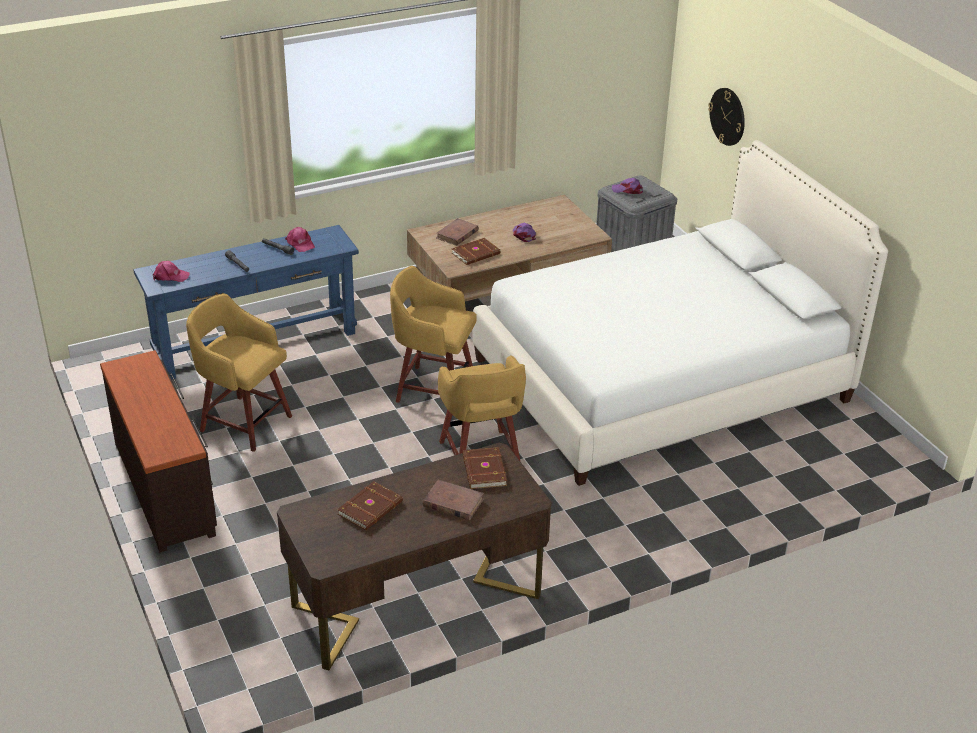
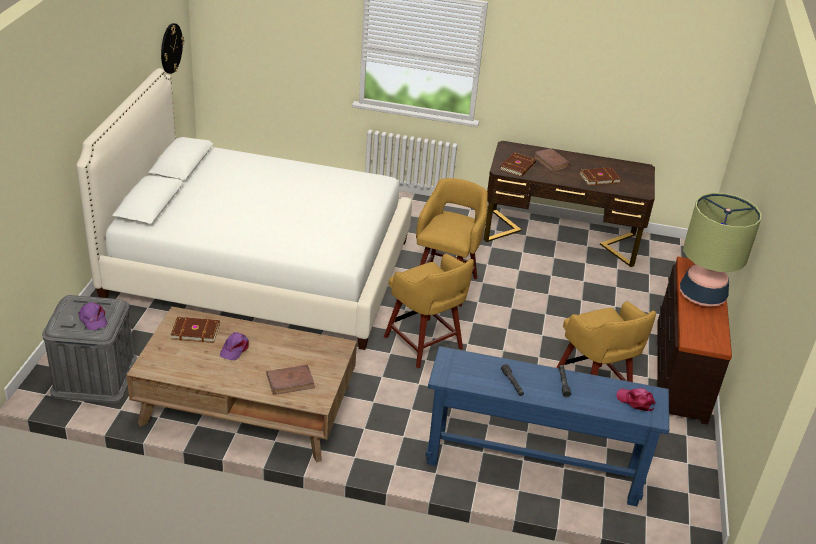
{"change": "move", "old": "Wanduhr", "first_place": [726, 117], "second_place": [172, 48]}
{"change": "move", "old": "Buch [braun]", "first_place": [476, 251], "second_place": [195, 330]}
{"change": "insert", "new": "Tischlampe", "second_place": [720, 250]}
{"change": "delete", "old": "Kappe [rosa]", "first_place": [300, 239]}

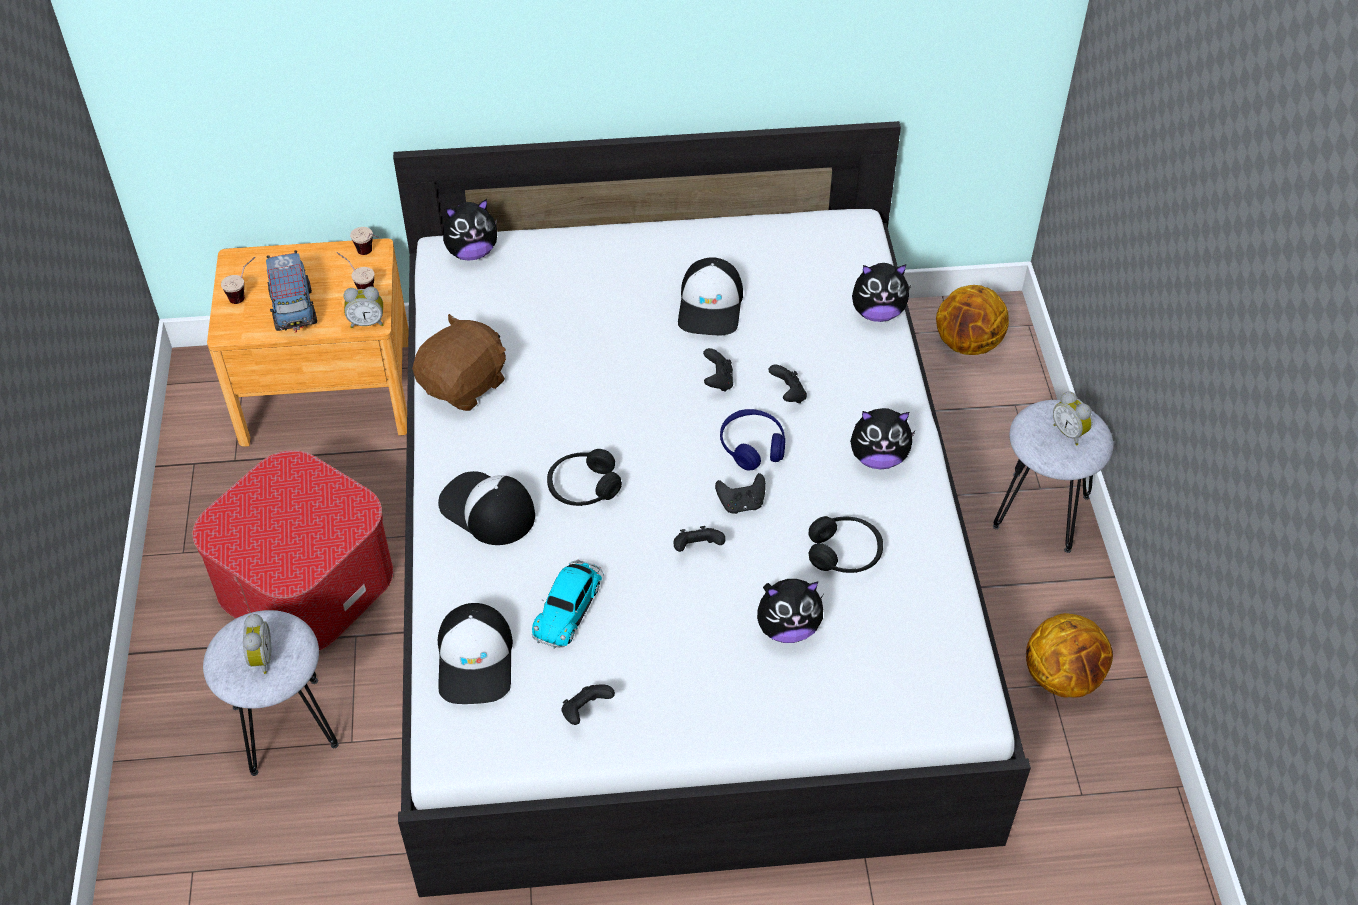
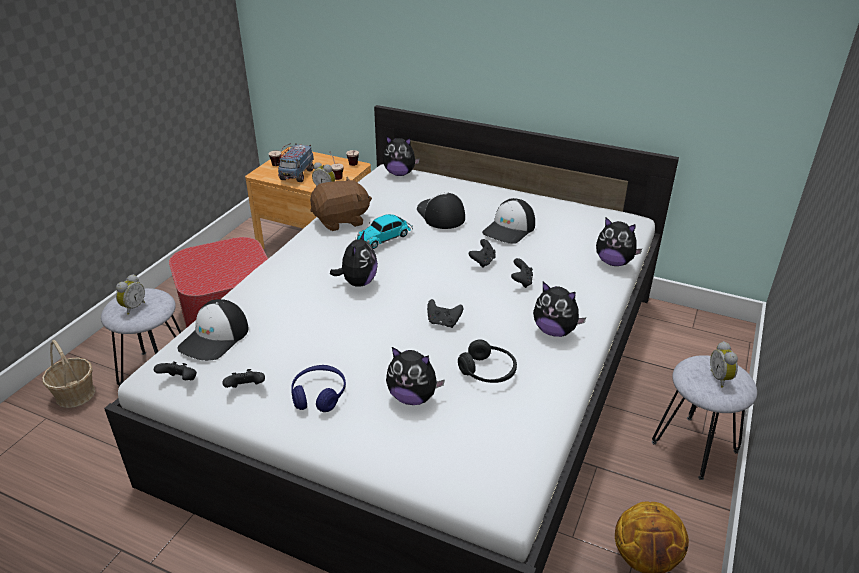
{"change": "insert", "new": "Korb", "second_place": [68, 374]}
{"change": "move", "old": "Gamepad [schwarz]", "first_place": [699, 539], "second_place": [175, 370]}
{"change": "move", "old": "Kopfhörer [blau]", "first_place": [753, 440], "second_place": [318, 388]}
{"change": "replace", "old": "Kopfhörer [schwarz]", "new": "Plüschtier", "first_place": [584, 477], "second_place": [354, 258]}
{"change": "move", "old": "Spielzeugauto", "first_place": [568, 604], "second_place": [384, 231]}
{"change": "move", "old": "Kappe", "first_place": [486, 508], "second_place": [441, 210]}
{"change": "delete", "old": "Basketball", "first_place": [972, 320]}

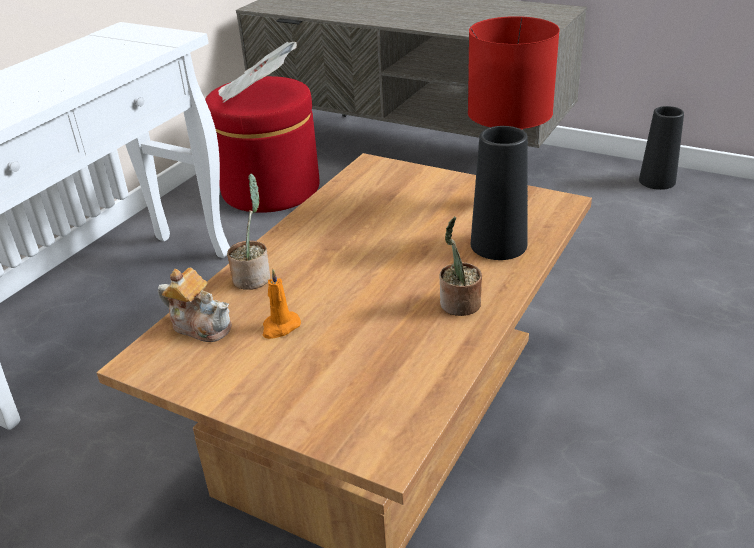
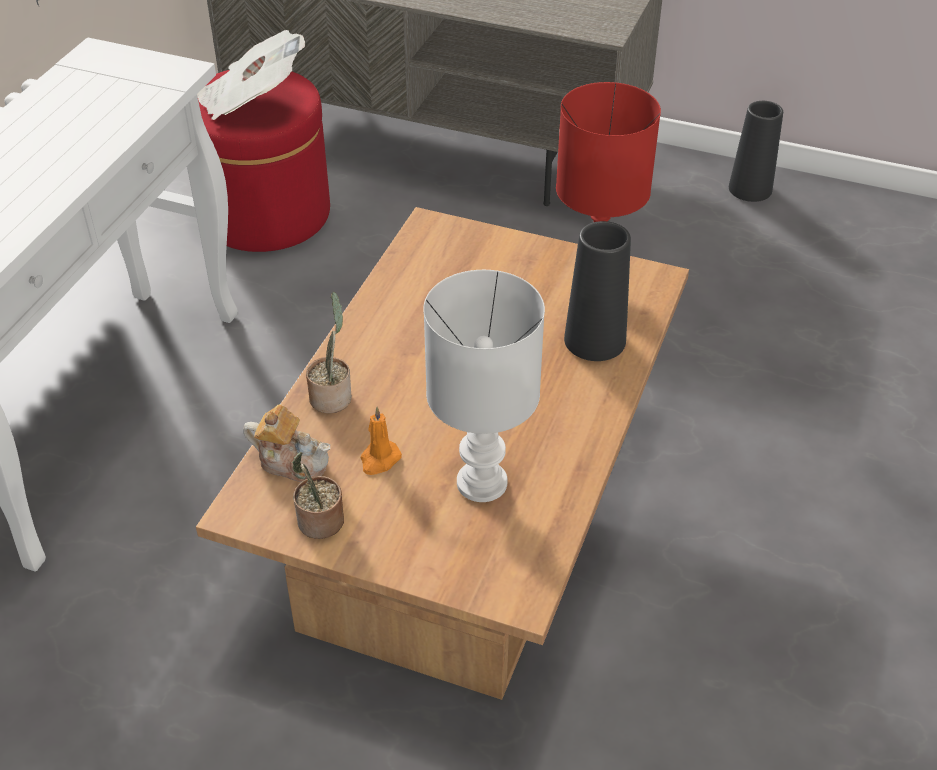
{"change": "move", "old": "Topfpflanze", "first_place": [460, 266], "second_place": [318, 495]}
{"change": "insert", "new": "Tischlampe [weiß]", "second_place": [484, 386]}

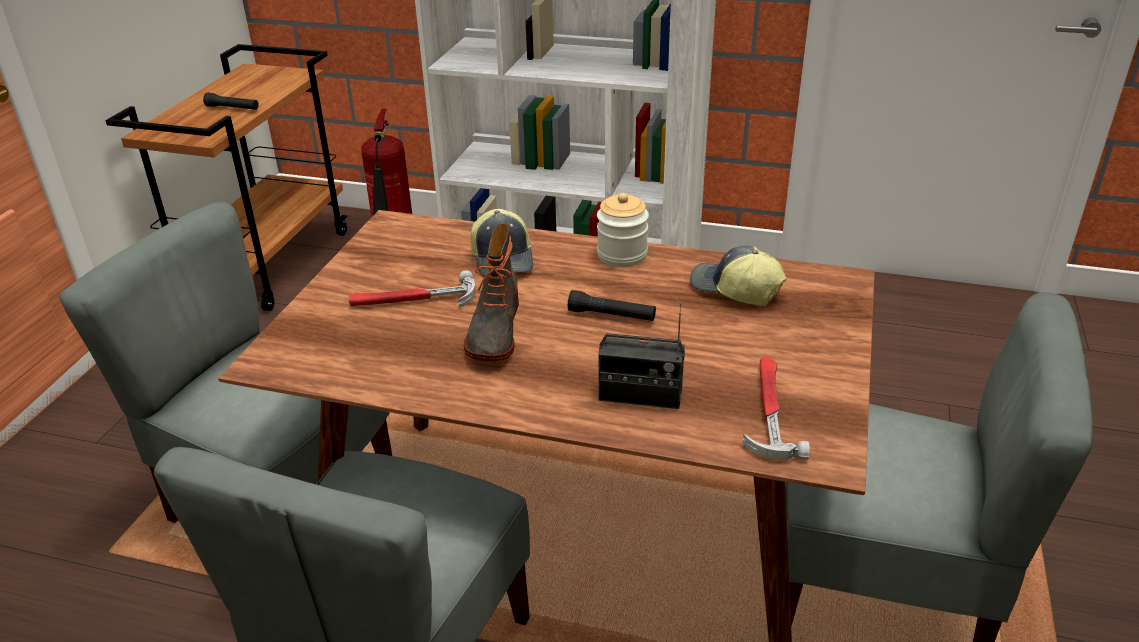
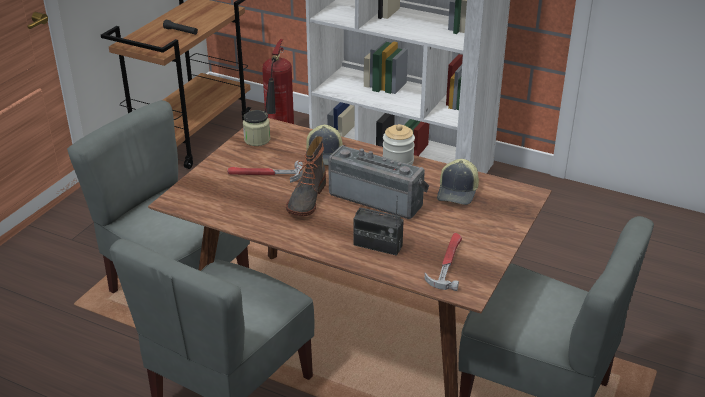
{"change": "insert", "new": "Vorratsglas", "second_place": [256, 128]}
{"change": "replace", "old": "Taschenlampe [schwarz]", "new": "Radio", "first_place": [612, 305], "second_place": [378, 182]}
{"change": "rotate", "old": "Kappe", "first_place": [738, 276], "second_place": [458, 182], "degrees": -120}

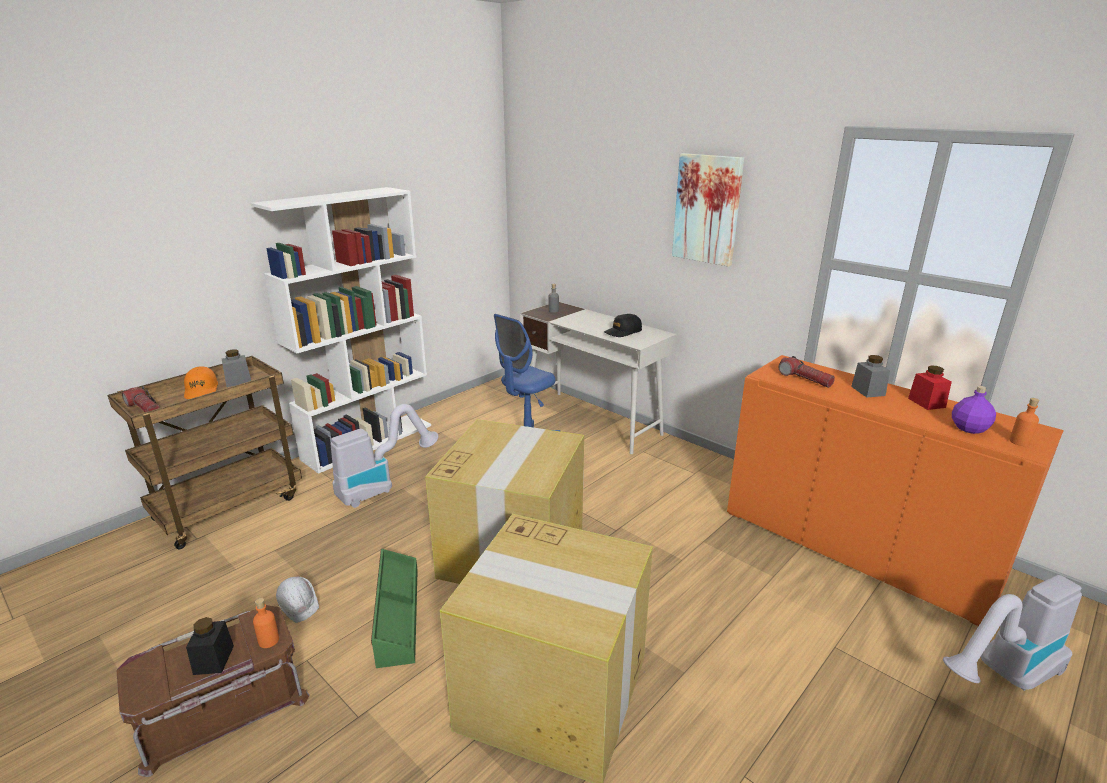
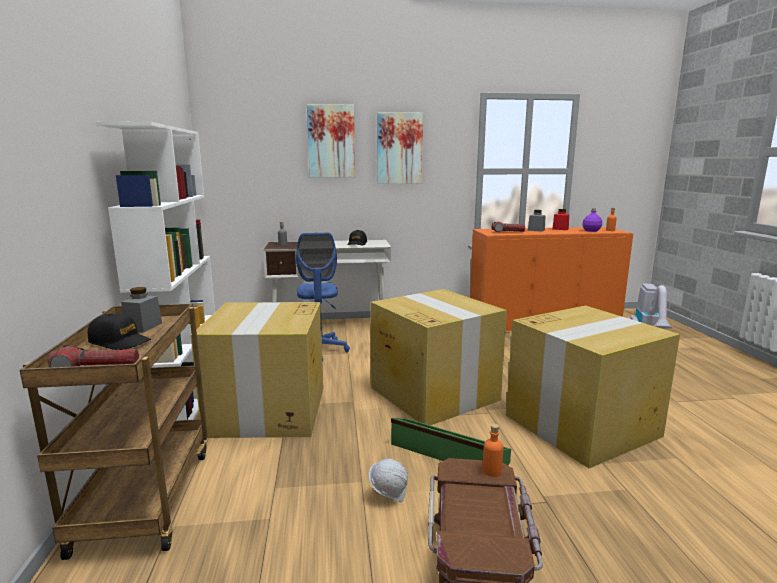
{"change": "recolor", "old": "Kappe [orange]", "new": "Kappe [schwarz]", "first_place": [201, 383], "second_place": [119, 331]}
{"change": "replace", "old": "Staubsauger", "new": "Karton", "first_place": [384, 456], "second_place": [257, 370]}
{"change": "insert", "new": "Bild", "second_place": [331, 140]}
{"change": "delete", "old": "Vorratsglas [schwarz]", "first_place": [210, 646]}

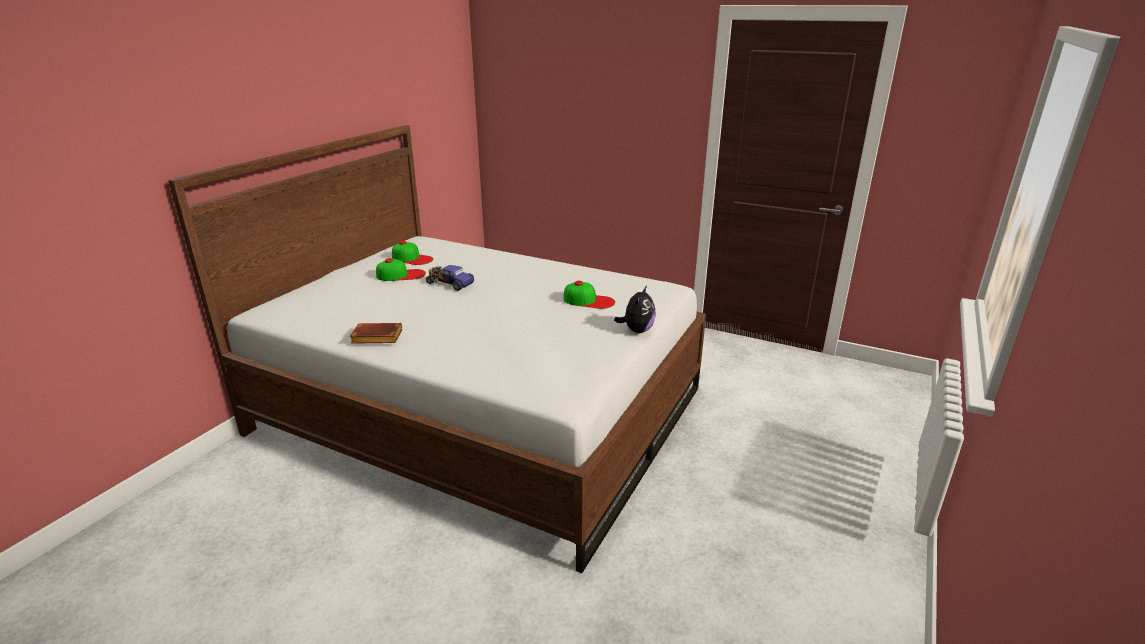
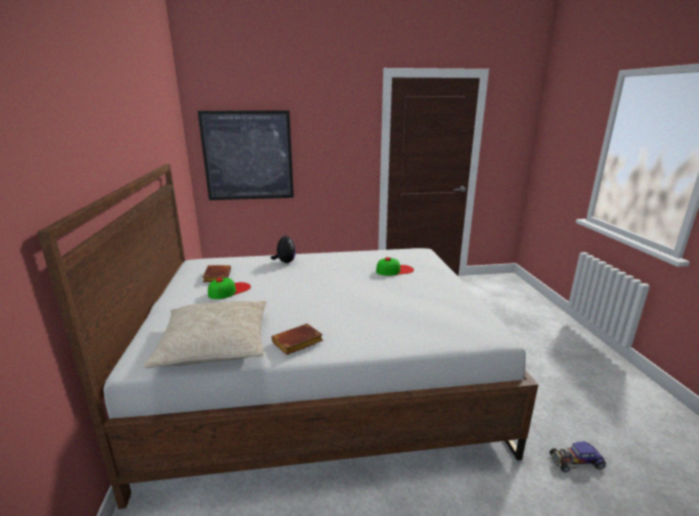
{"change": "insert", "new": "Kissen [beige]", "second_place": [205, 334]}
{"change": "insert", "new": "Bild", "second_place": [246, 155]}
{"change": "replace", "old": "Kappe", "new": "Buch [braun]", "first_place": [412, 253], "second_place": [217, 273]}
{"change": "move", "old": "Plüschtier", "first_place": [635, 309], "second_place": [283, 249]}
{"change": "move", "old": "Spielzeugauto", "first_place": [450, 278], "second_place": [578, 457]}

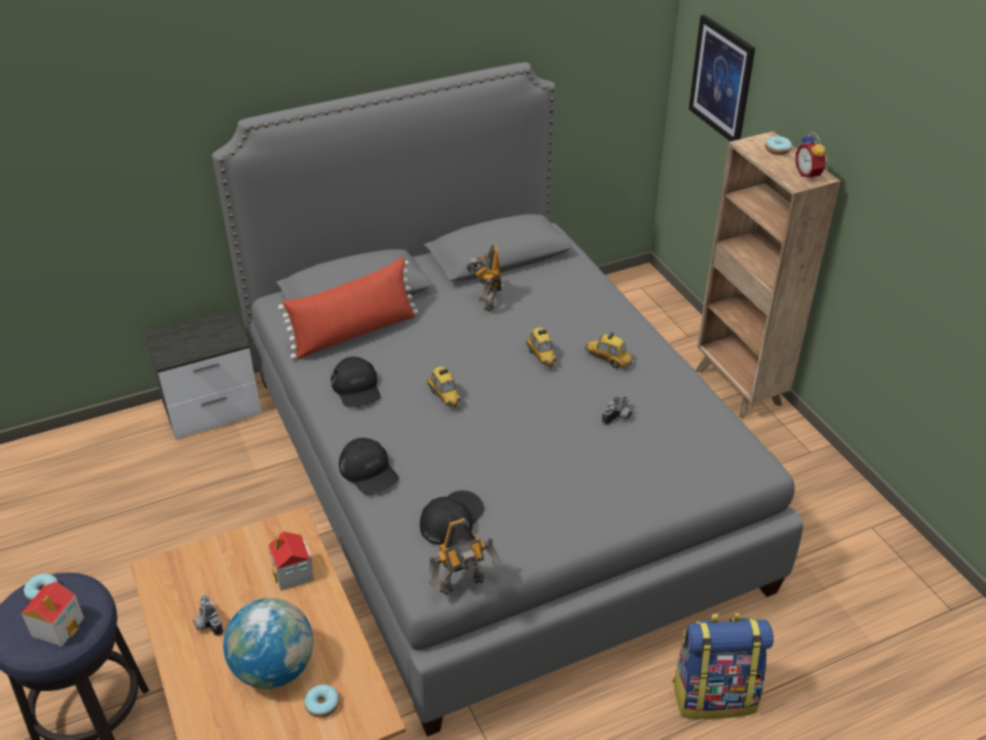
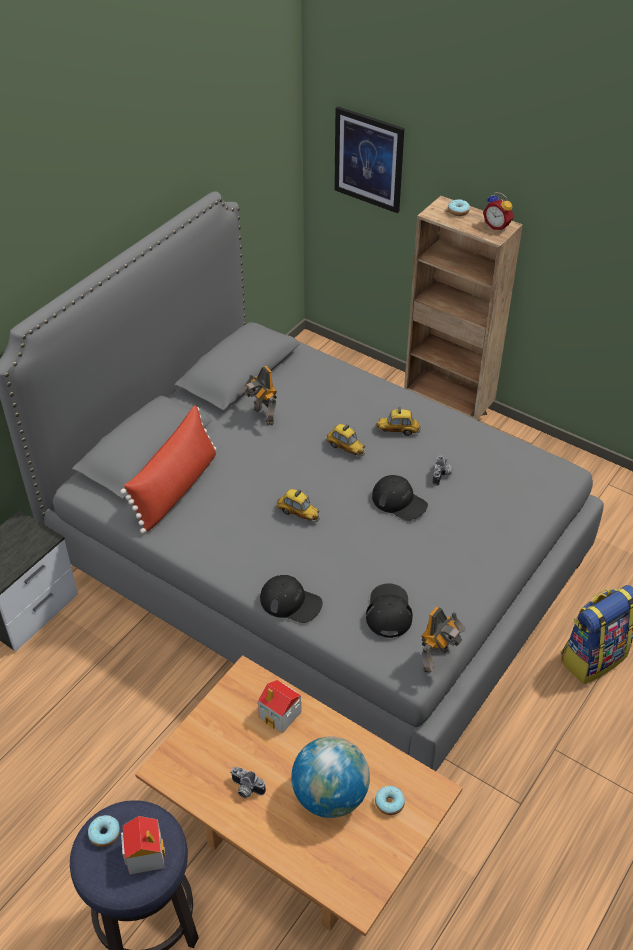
{"change": "move", "old": "Kappe [schwarz]", "first_place": [356, 382], "second_place": [400, 498]}

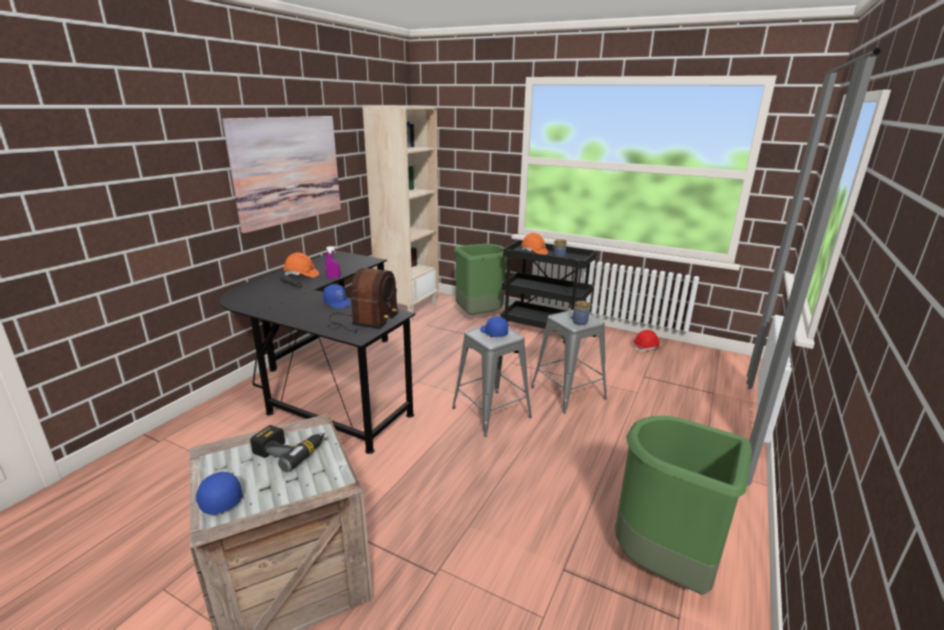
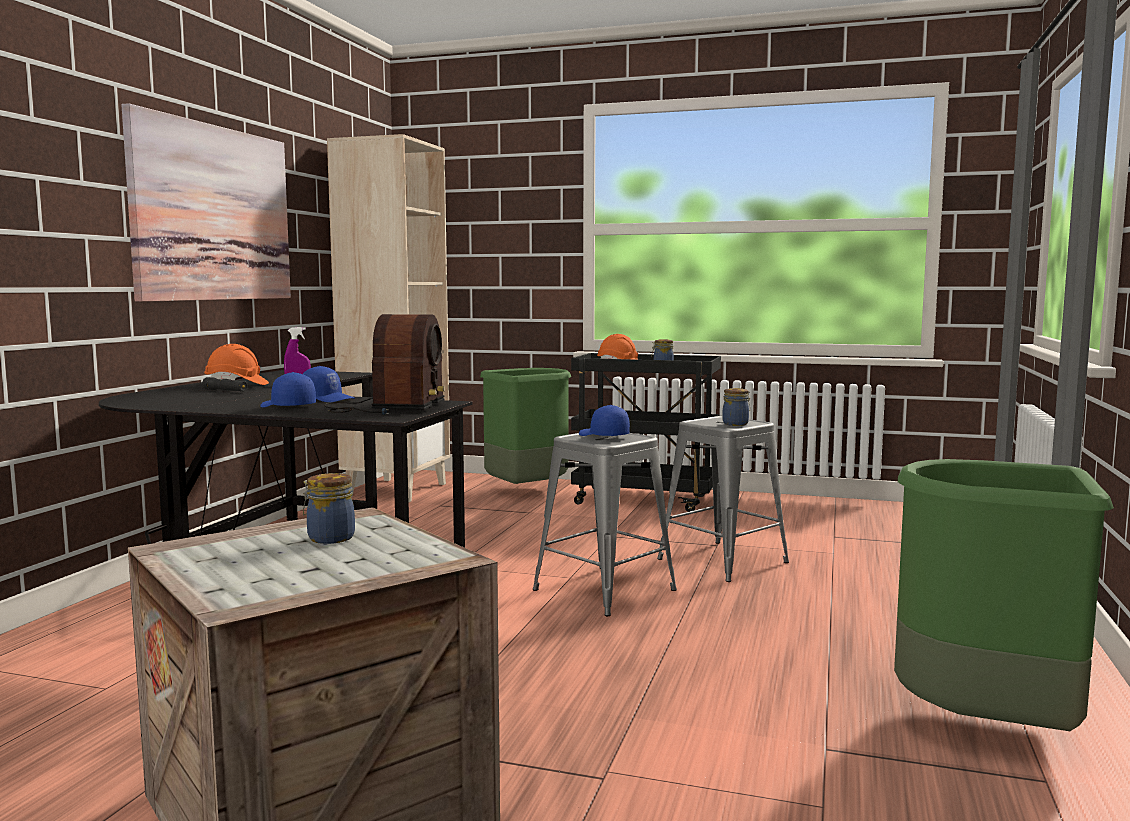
{"change": "move", "old": "Kappe [blau]", "first_place": [219, 493], "second_place": [288, 389]}
{"change": "replace", "old": "Bohrmaschine", "new": "Vorratsglas", "first_place": [287, 448], "second_place": [329, 508]}
{"change": "delete", "old": "Schutzhelm [rot]", "first_place": [647, 341]}

